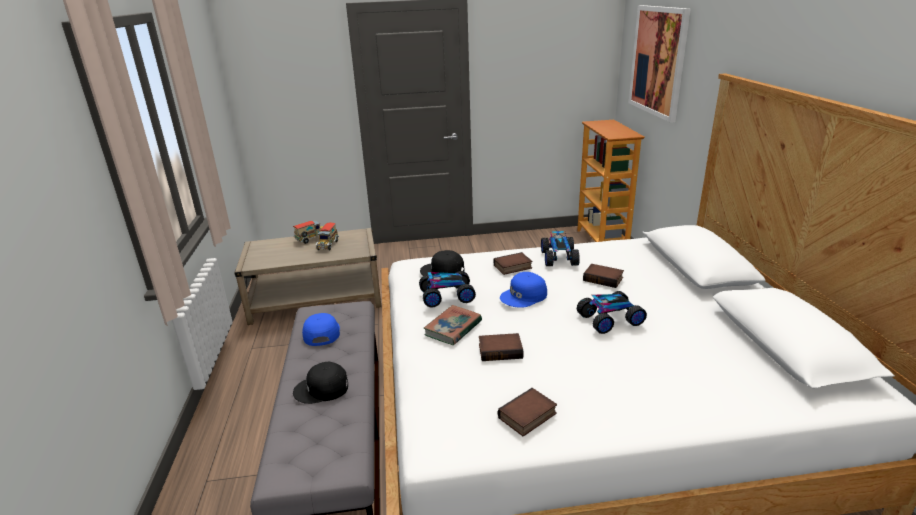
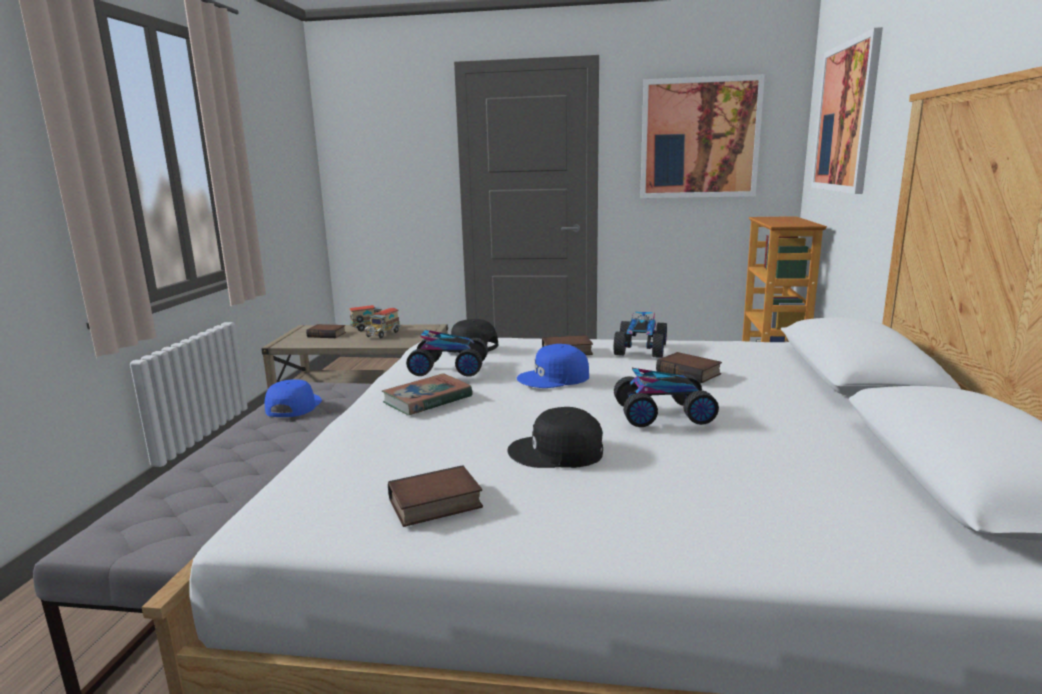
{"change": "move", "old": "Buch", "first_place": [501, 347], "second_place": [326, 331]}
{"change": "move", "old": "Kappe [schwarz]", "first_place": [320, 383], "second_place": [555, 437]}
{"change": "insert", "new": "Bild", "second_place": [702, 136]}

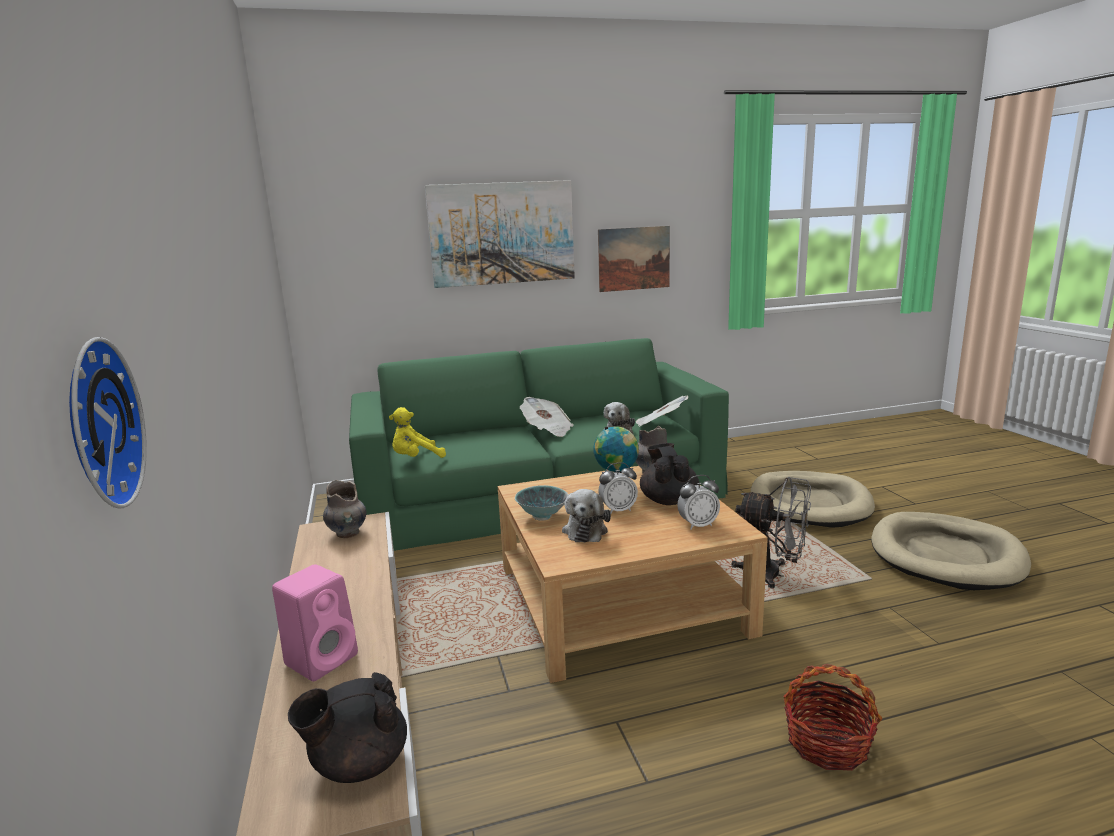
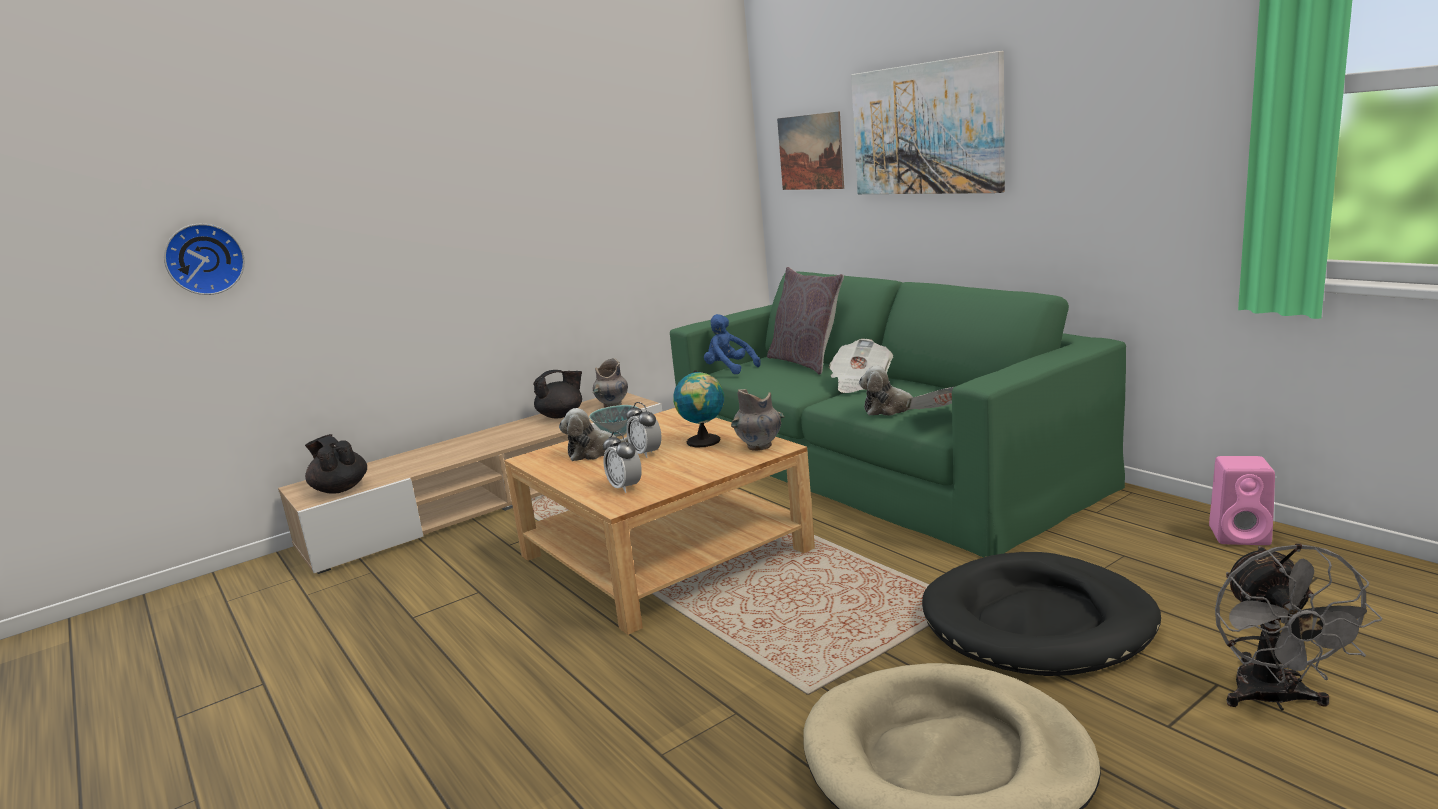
{"change": "move", "old": "Teekanne [schwarz]", "first_place": [669, 474], "second_place": [557, 394]}
{"change": "recolor", "old": "Plüschtier [gelb]", "new": "Plüschtier [blau]", "first_place": [417, 432], "second_place": [732, 344]}
{"change": "insert", "new": "Kissen [grau]", "second_place": [805, 321]}
{"change": "move", "old": "Bild", "first_place": [634, 259], "second_place": [810, 150]}
{"change": "recolor", "old": "Hundebett [beige]", "new": "Hundebett [schwarz]", "first_place": [813, 499], "second_place": [1041, 614]}
{"change": "move", "old": "Lautsprecher [rosa]", "first_place": [315, 622], "second_place": [1242, 500]}
{"change": "move", "old": "Ventilator [grau]", "first_place": [771, 533], "second_place": [1299, 627]}
{"change": "delete", "old": "Korb", "first_place": [832, 717]}

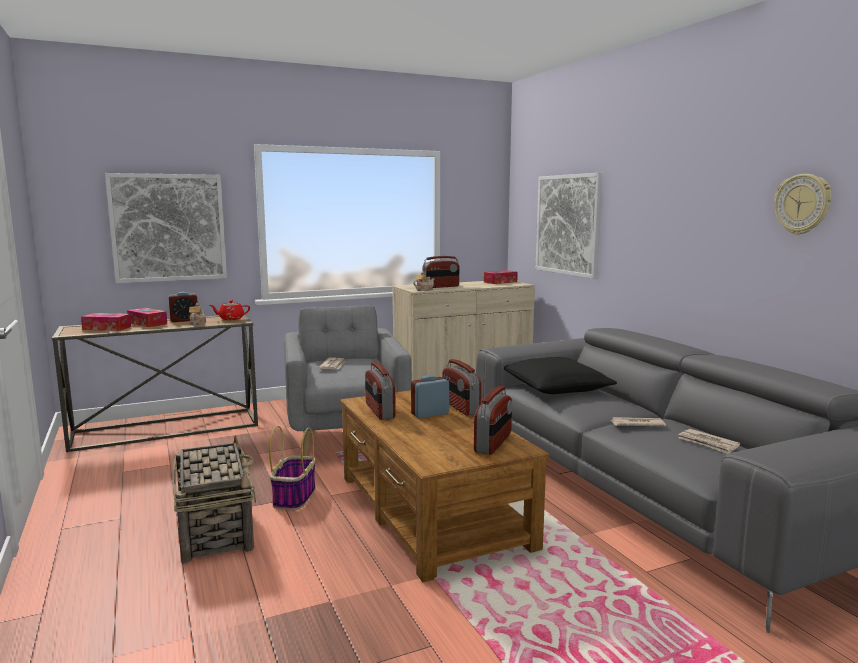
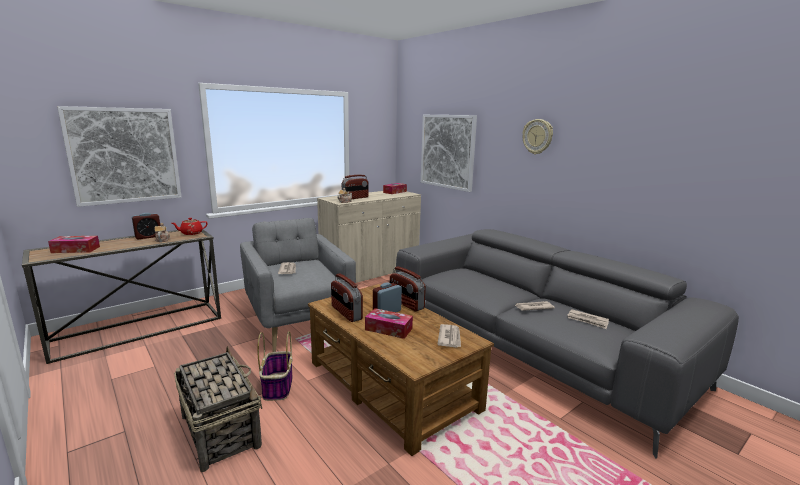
{"change": "move", "old": "Taschentuchbox", "first_place": [147, 317], "second_place": [389, 323]}
{"change": "replace", "old": "Radio", "new": "Zeitung", "first_place": [493, 420], "second_place": [449, 335]}
{"change": "move", "old": "Wanduhr", "first_place": [803, 204], "second_place": [537, 137]}
{"change": "delete", "old": "Kissen [schwarz]", "first_place": [560, 375]}

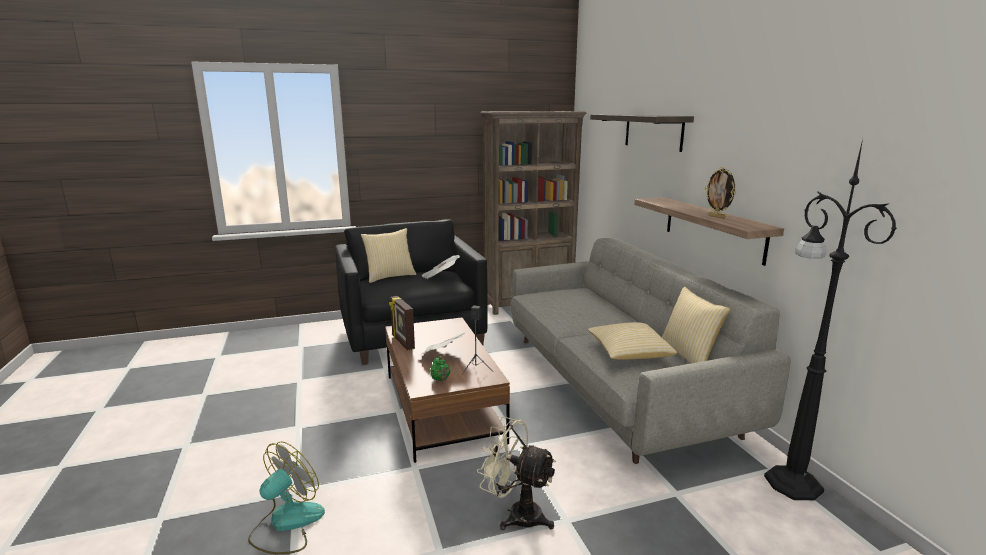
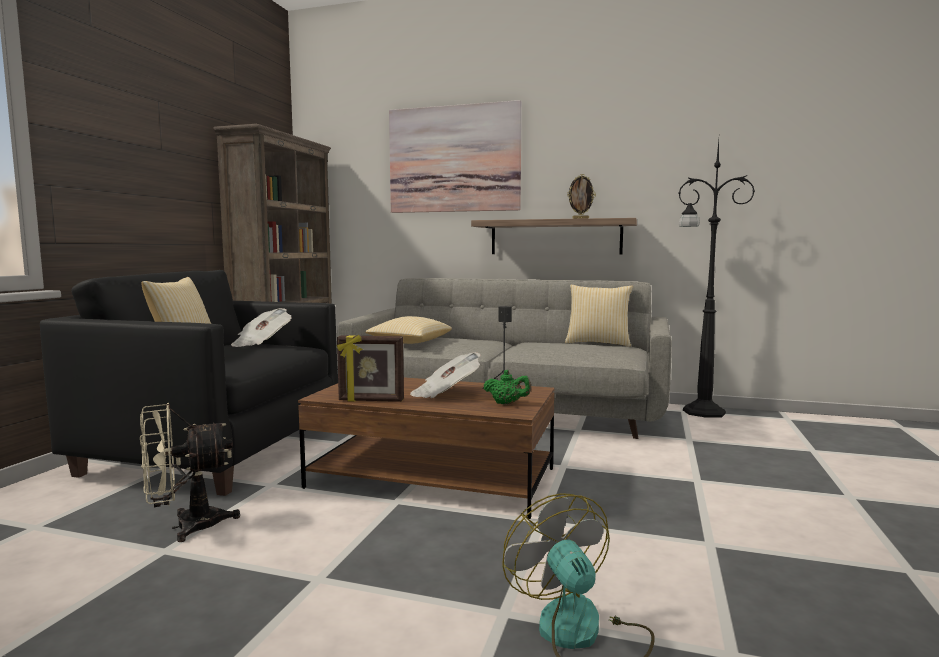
{"change": "move", "old": "Ventilator [beige]", "first_place": [516, 473], "second_place": [190, 472]}
{"change": "move", "old": "Kissen", "first_place": [632, 341], "second_place": [408, 330]}
{"change": "replace", "old": "Wandregal", "new": "Bild", "first_place": [642, 133], "second_place": [455, 156]}

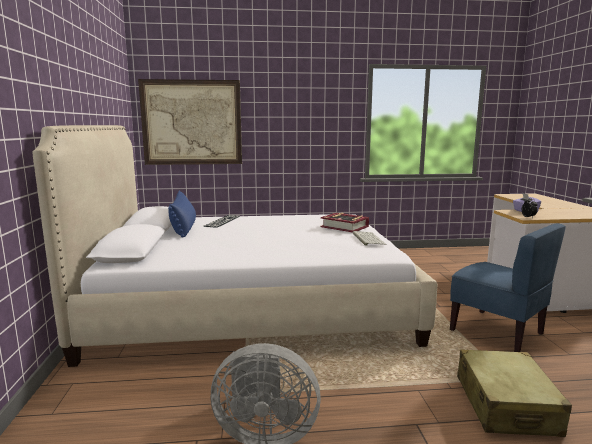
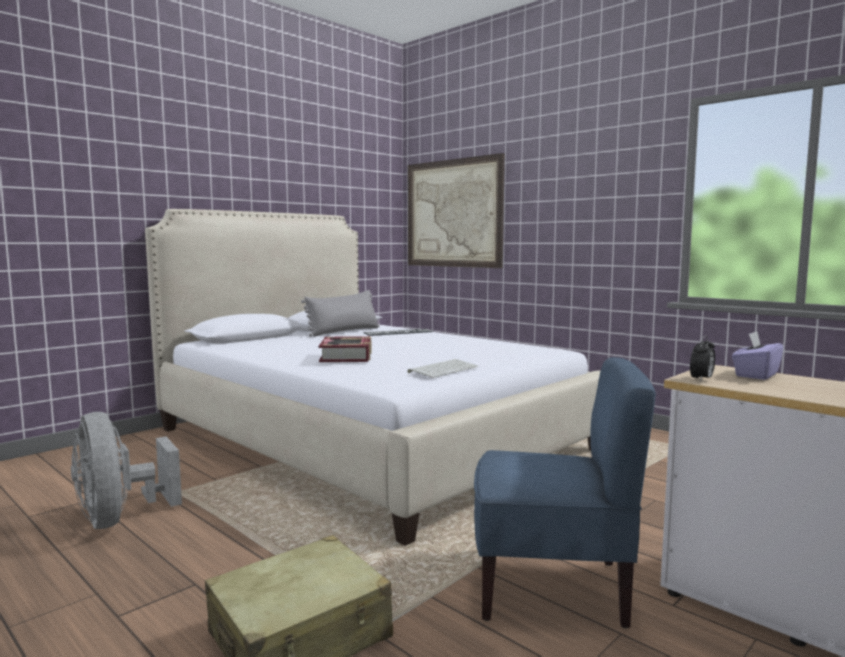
{"change": "recolor", "old": "Kissen [blau]", "new": "Kissen [grau]", "first_place": [182, 214], "second_place": [340, 313]}
{"change": "move", "old": "Buch", "first_place": [345, 222], "second_place": [345, 349]}
{"change": "rotate", "old": "Stuhl [blau]", "first_place": [508, 288], "second_place": [565, 492], "degrees": -90}

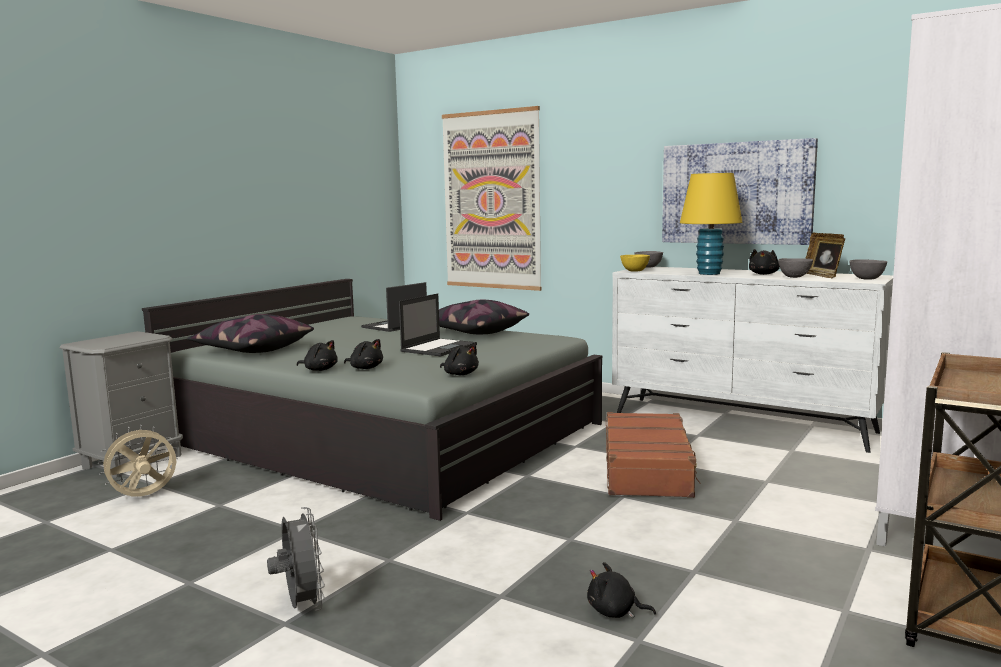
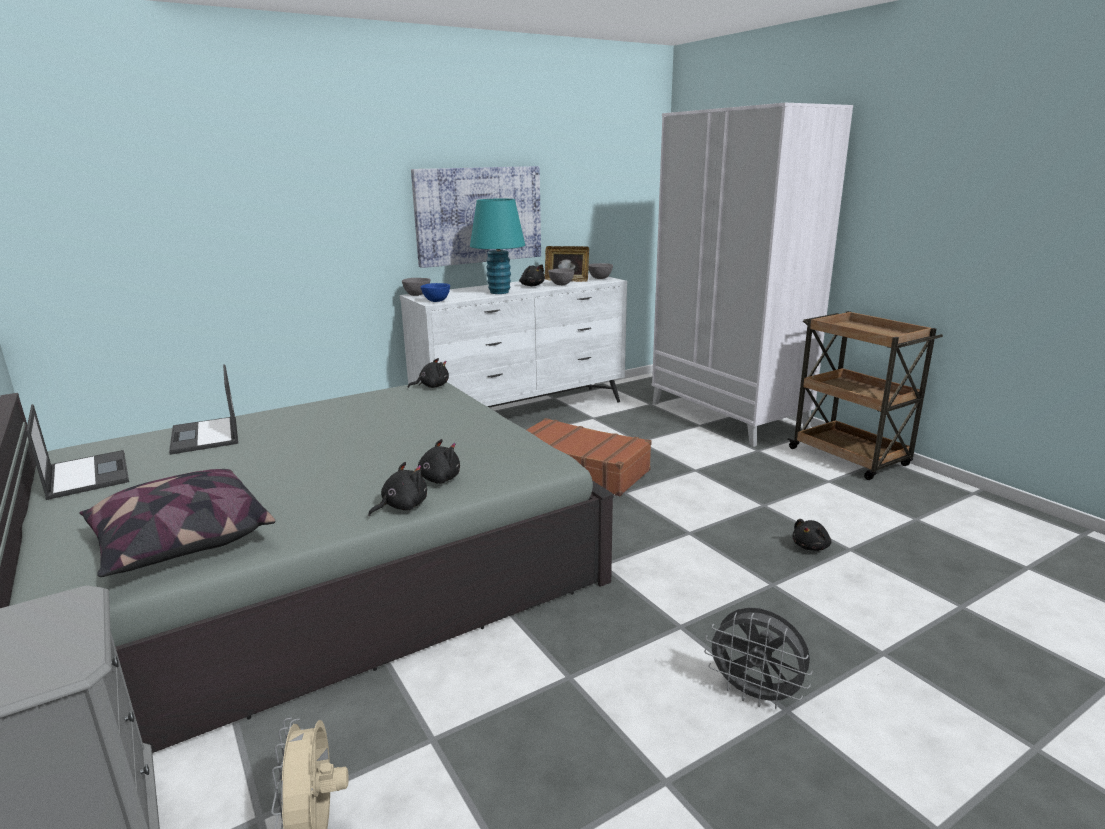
{"change": "move", "old": "Laptop", "first_place": [438, 325], "second_place": [77, 452]}
{"change": "move", "old": "Plüschtier [schwarz]", "first_place": [459, 359], "second_place": [428, 373]}
{"change": "recolor", "old": "Schüssel [gelb]", "new": "Schüssel [blau]", "first_place": [635, 263], "second_place": [435, 292]}
{"change": "recolor", "old": "Tischlampe [gelb]", "new": "Tischlampe [türkis]", "first_place": [711, 224], "second_place": [497, 246]}
{"change": "rotate", "old": "Ventilator [grau]", "first_place": [296, 559], "second_place": [758, 658], "degrees": -150}
{"change": "delete", "old": "Kissen", "first_place": [484, 317]}
{"change": "delete", "old": "Bild", "first_place": [492, 198]}

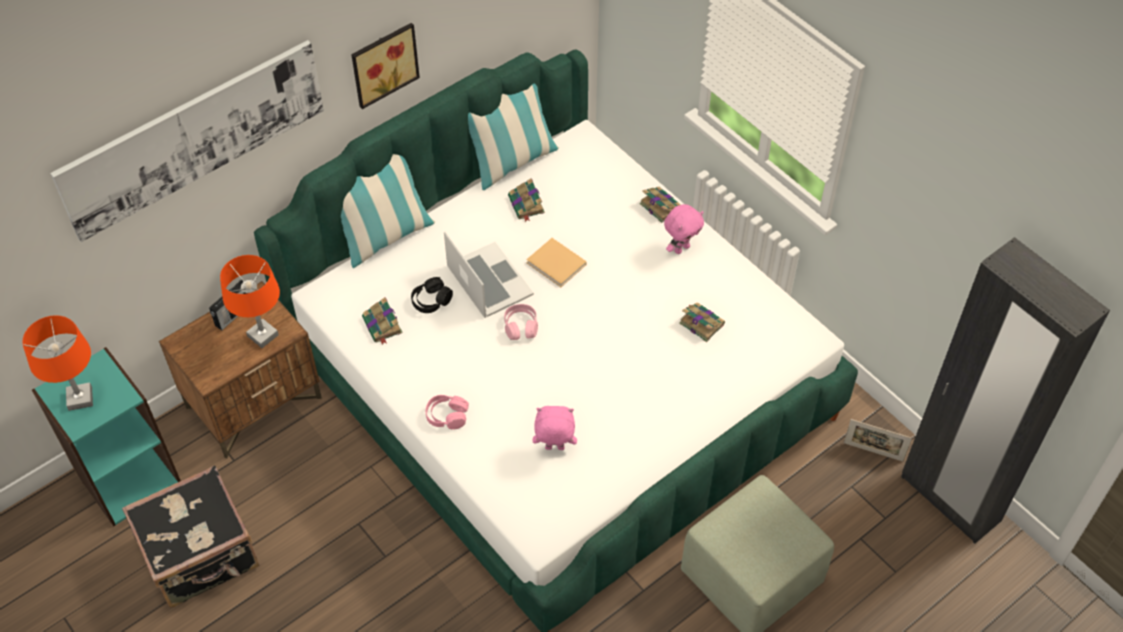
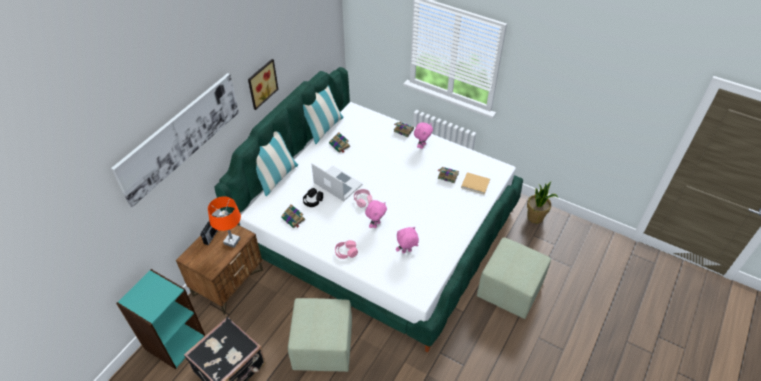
{"change": "insert", "new": "Polsterhocker [grün]", "second_place": [320, 335]}
{"change": "insert", "new": "Plüschtier [rosa]", "second_place": [376, 214]}
{"change": "move", "old": "Buch [beige]", "first_place": [556, 262], "second_place": [475, 183]}
{"change": "replace", "old": "Bilderrahmen", "new": "Topfpflanze", "first_place": [878, 440], "second_place": [542, 203]}
{"change": "delete", "old": "Tischlampe [orange]", "first_place": [57, 363]}
{"change": "delete", "old": "Kleiderschrank [schwarz]", "first_place": [1005, 390]}

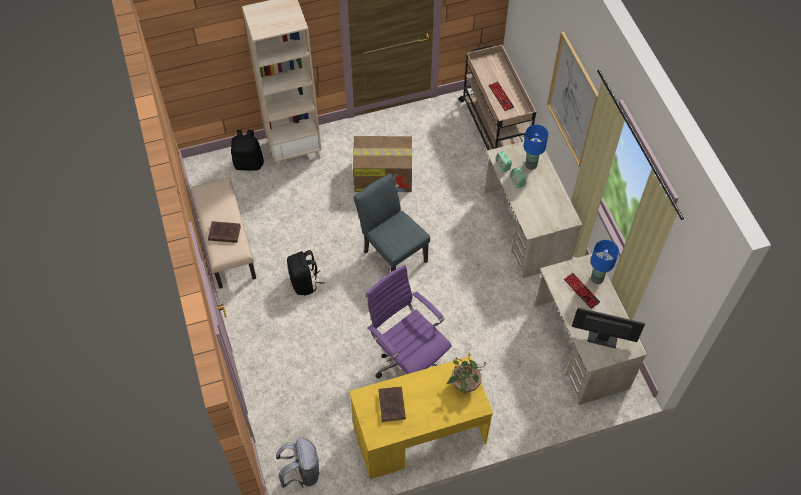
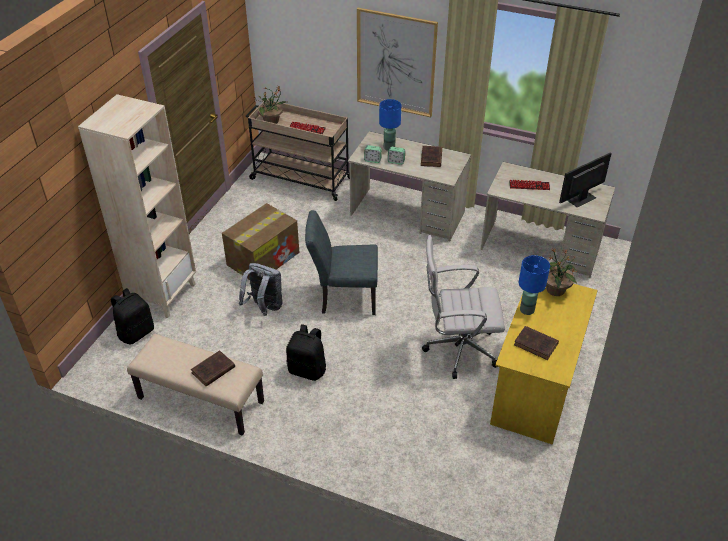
{"change": "move", "old": "Rucksack [grau]", "first_place": [298, 462], "second_place": [261, 289]}
{"change": "insert", "new": "Topfpflanze", "second_place": [271, 105]}
{"change": "insert", "new": "Buch [braun]", "second_place": [431, 156]}
{"change": "recolor", "old": "Bürostuhl [lila]", "new": "Bürostuhl [weiß]", "first_place": [409, 322], "second_place": [463, 307]}
{"change": "move", "old": "Tischlampe [blau]", "first_place": [605, 262], "second_place": [534, 285]}

